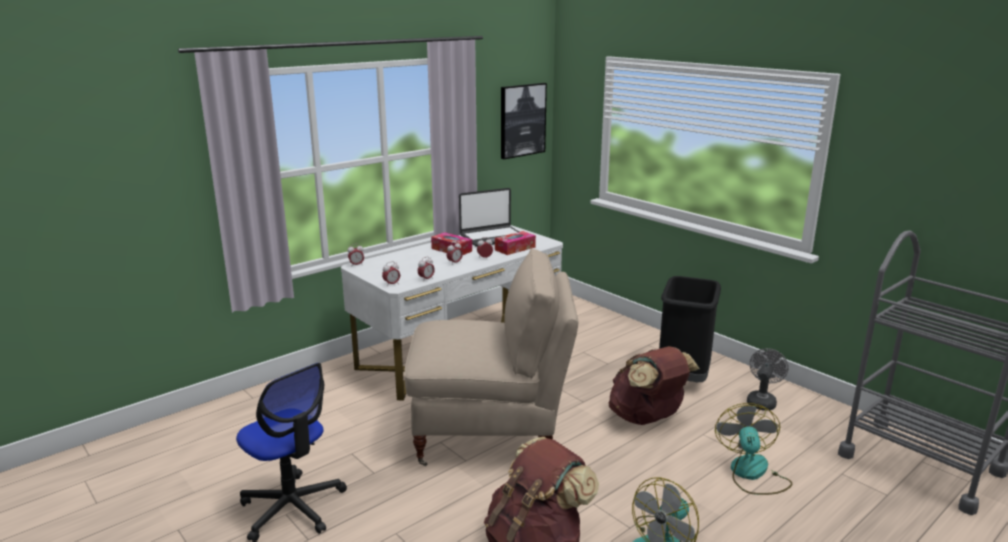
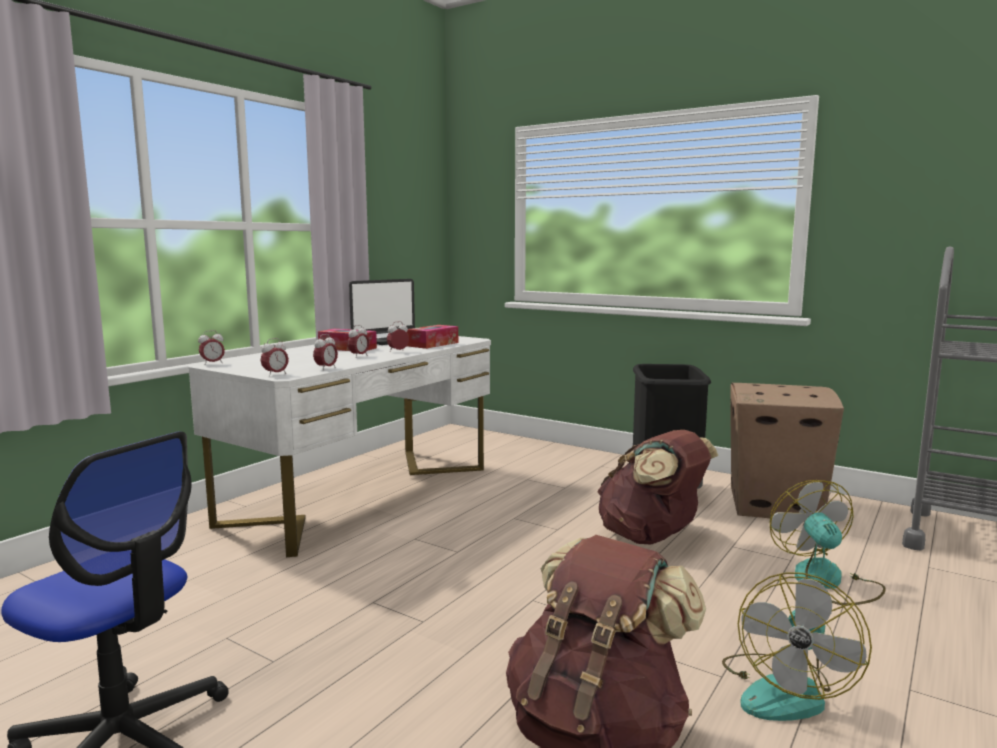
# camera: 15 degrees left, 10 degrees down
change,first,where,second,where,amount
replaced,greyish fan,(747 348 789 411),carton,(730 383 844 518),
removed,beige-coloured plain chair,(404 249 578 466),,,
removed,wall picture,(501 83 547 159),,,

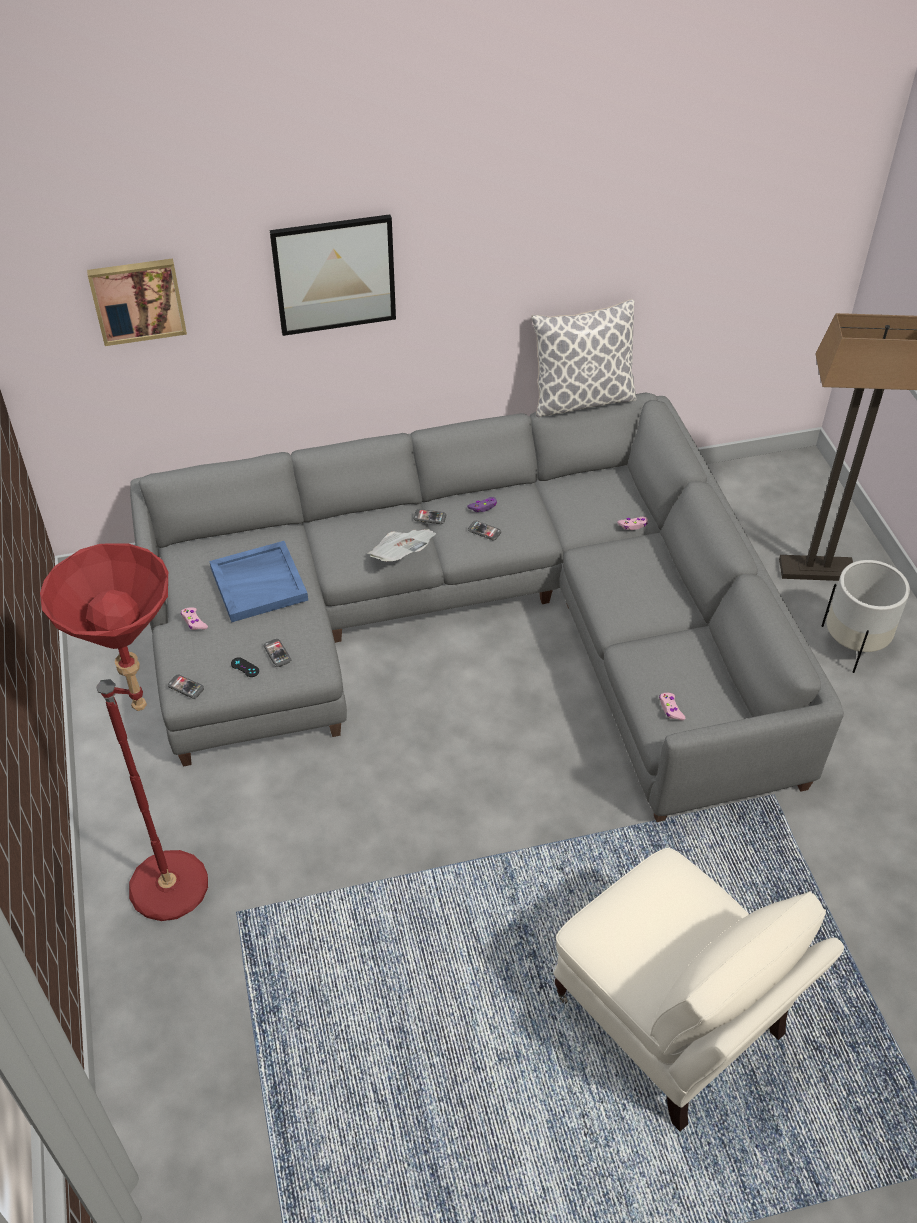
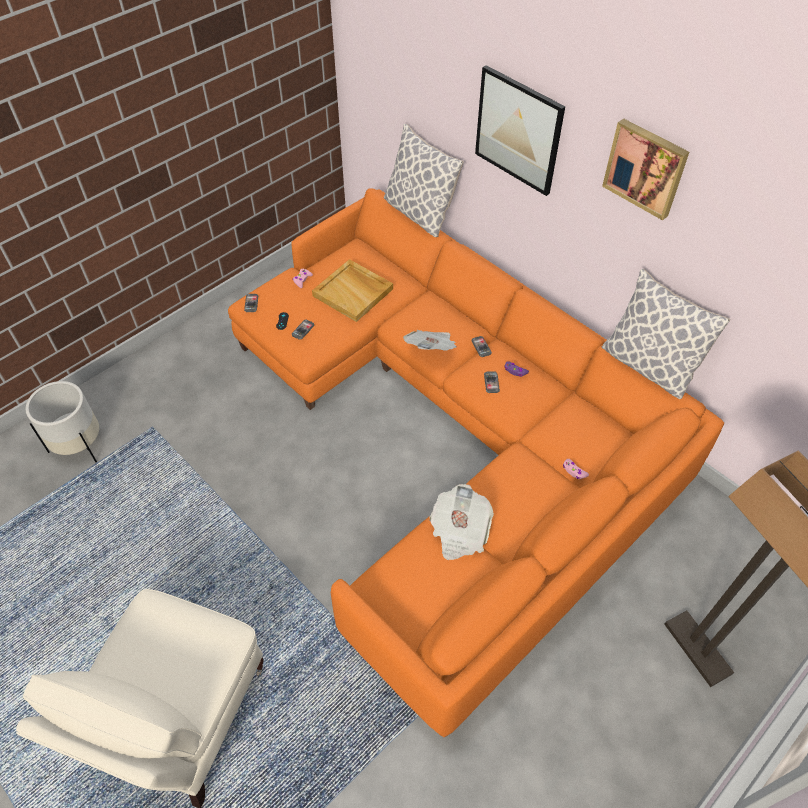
# camera: 60 degrees right, 5 degrees up
change,first,where,second,where,amount
moved,whitish planter,(822 560 910 673),,(25 381 99 462),
recoloured,greyish sofa,(130 392 844 822),orangey sofa,(228 188 724 737),
recoloured,blue-coloured carrying tray,(209 541 308 623),beige-coloured carrying tray,(312 259 393 322),
added,,,throw pillow,(384 124 464 237),
added,,,newspaper,(430 484 494 560),
moved,wall picture,(87 258 187 346),,(602 118 689 220),
removed,red floor lamp,(40 543 208 921),,,
removed,pink joypad,(659 693 685 720),,,

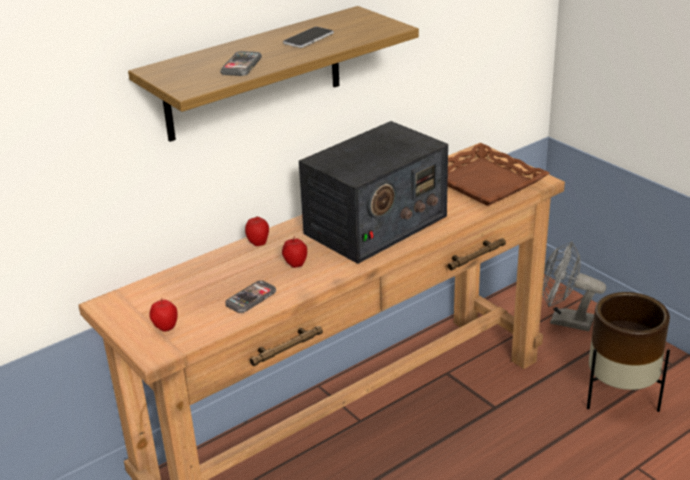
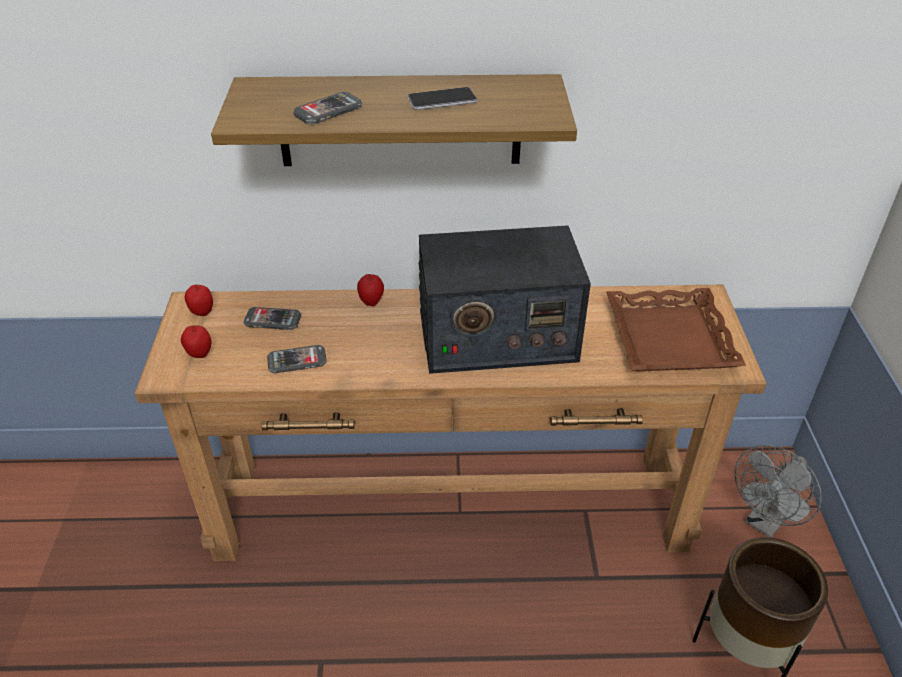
# camera: 35 degrees right, 10 degrees up
change,first,where,second,where,amount
moved,apple fruit,(282 236 307 268),,(185 284 213 316),
added,,,telephone,(243 307 301 330),
turned,greyish fan,(542 241 606 331),,(735 445 822 538),105 degrees counterclockwise

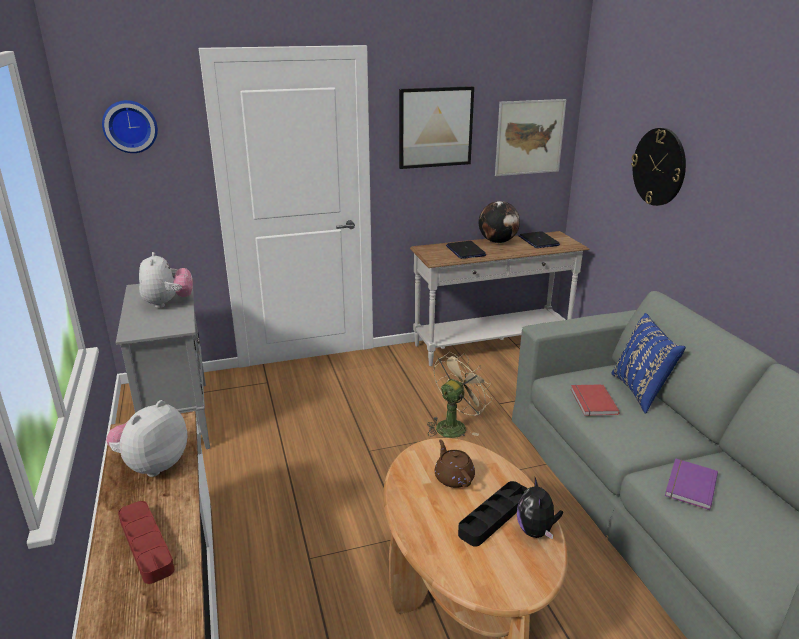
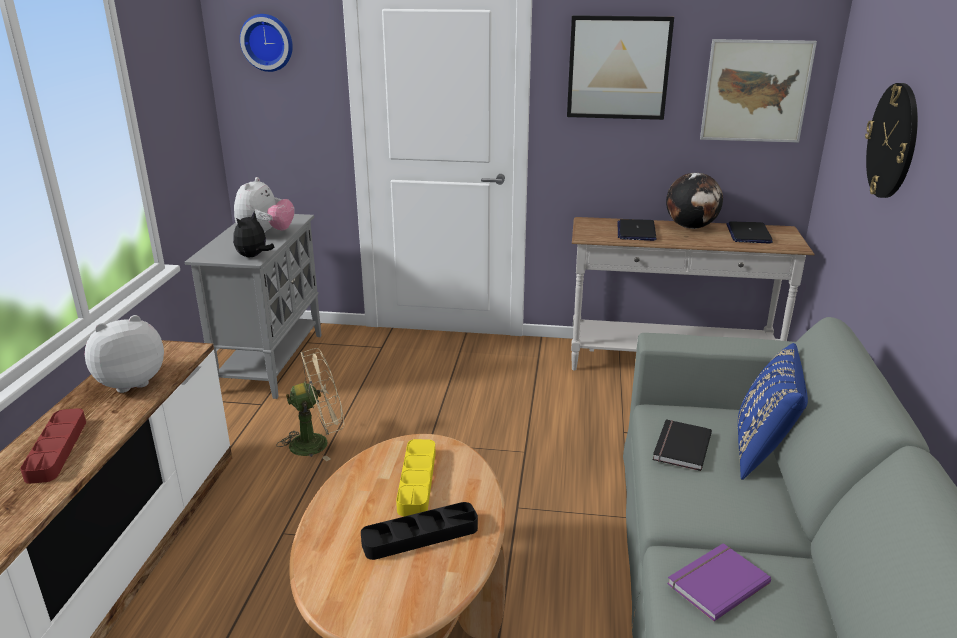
# camera: 25 degrees right, 0 degrees up
change,first,where,second,where,amount
moved,soft toy,(517 477 563 540),,(233 211 274 257),
moved,beige-coloured fan,(427 352 492 438),,(277 348 344 461),
replaced,brownish teapot,(435 439 475 488),yellow-coloured carrying tray,(396 439 436 516),
recoloured,red bound book,(571 384 620 416),blackish bound book,(652 419 712 471),

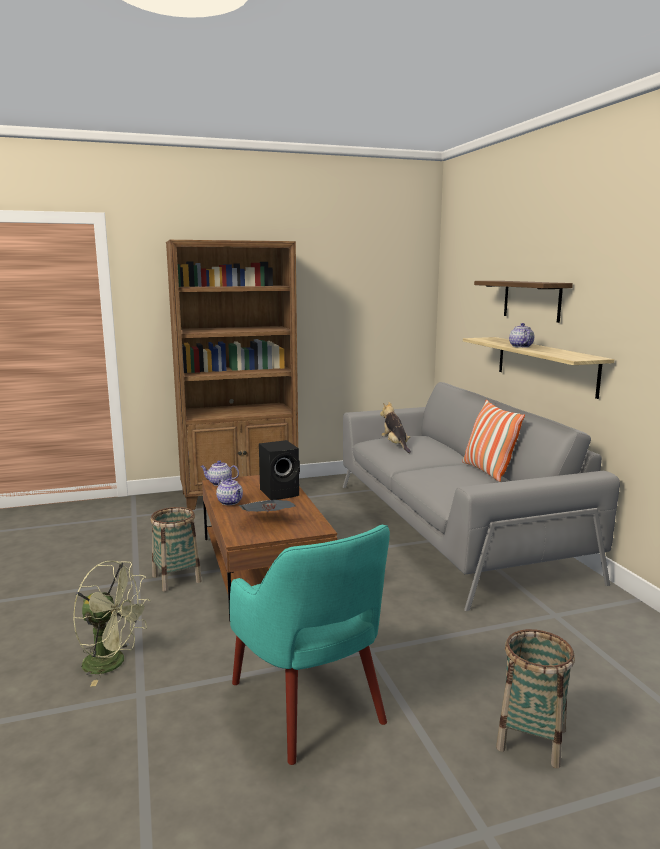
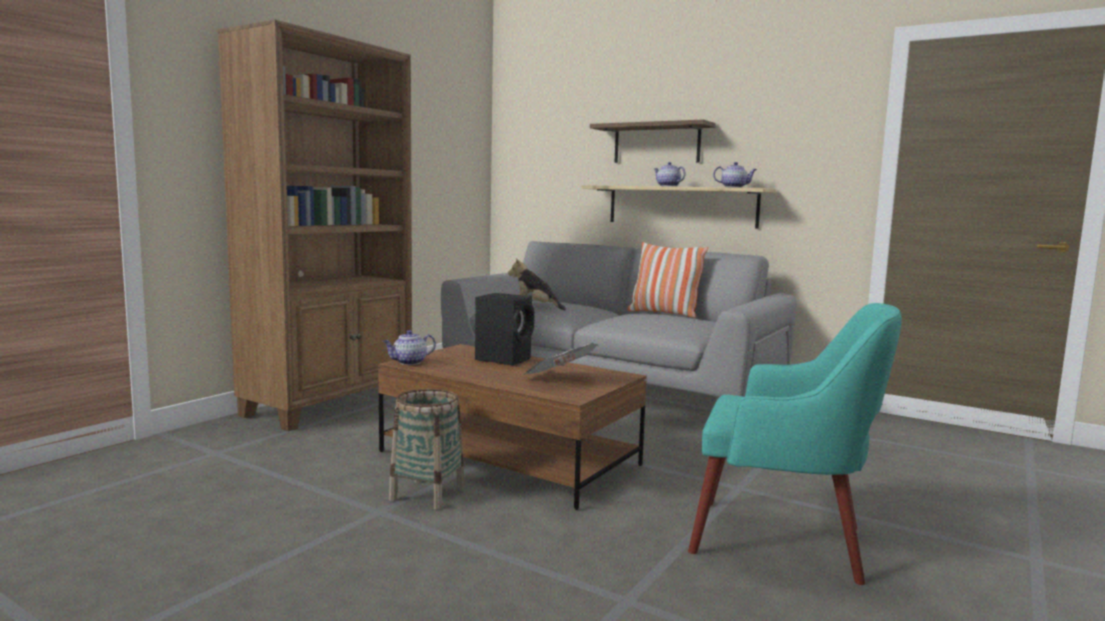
# camera: 40 degrees left, 5 degrees down
change,first,where,second,where,amount
moved,teapot,(216 478 243 505),,(713 162 757 188),
removed,greenish fan,(73 561 151 687),,,
removed,storage basket,(496 629 575 768),,,

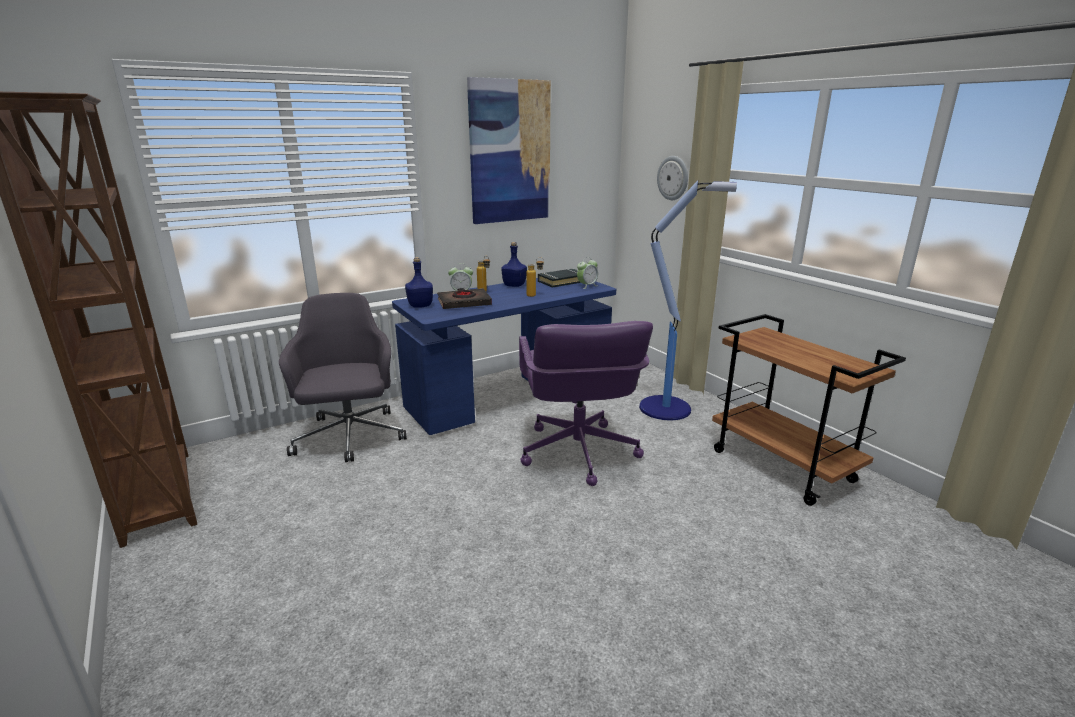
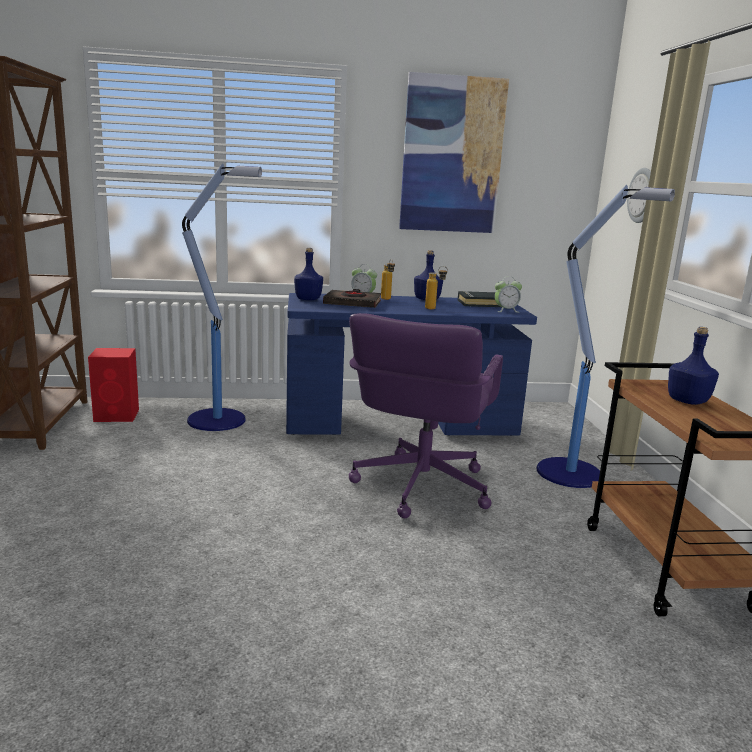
# camera: 25 degrees right, 5 degrees down
change,first,where,second,where,amount
added,,,red audio speaker,(88 348 139 422),
replaced,greyish office chair,(279 293 407 462),floor lamp,(182 163 262 431),
added,,,blue-coloured drink bottle,(668 327 719 405),

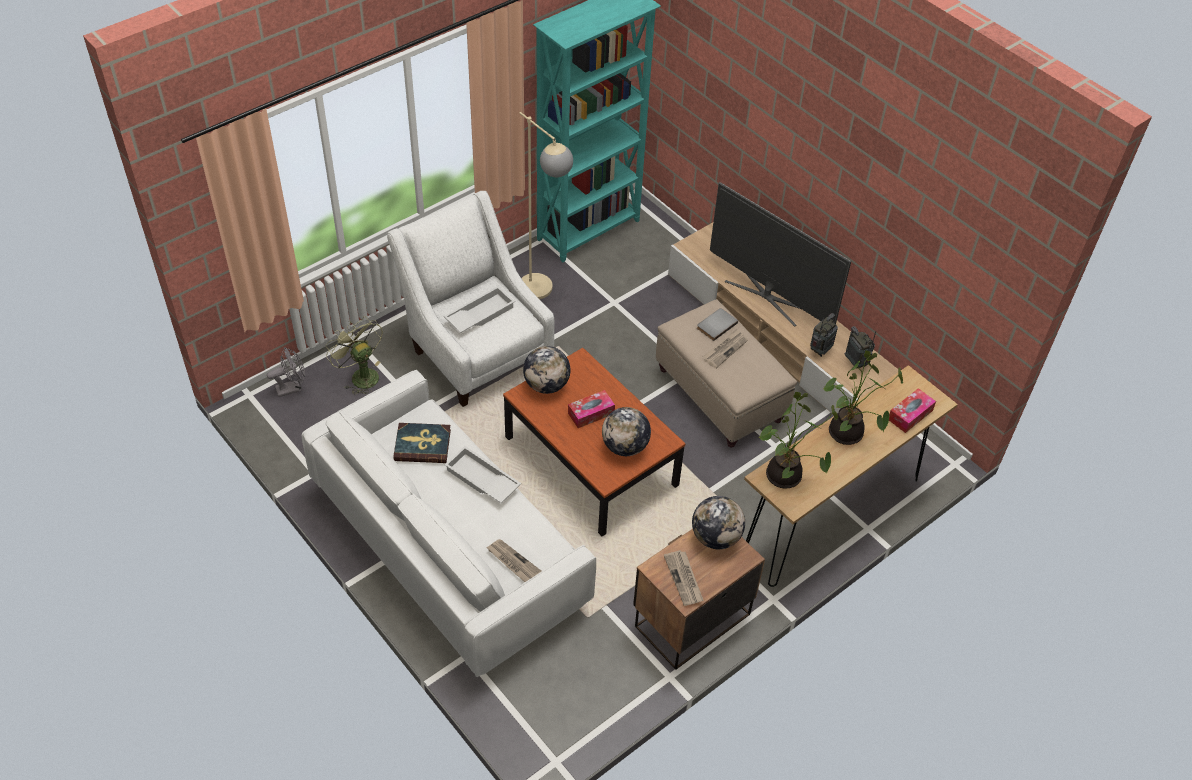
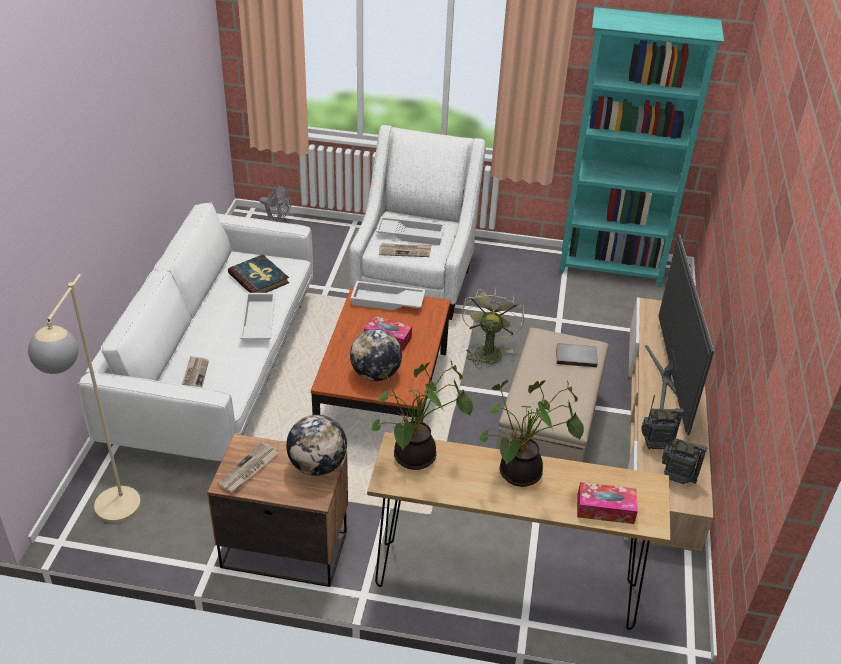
# camera: 50 degrees right, 10 degrees down
change,first,where,second,where,amount
moved,beige-coloured floor lamp,(520 112 573 299),,(28 274 141 523),
replaced,globe,(523 346 571 394),whitish carrying tray,(350 281 426 310),
moved,newspaper,(703 329 748 368),,(379 243 432 257),
moved,greenish fan,(325 316 383 395),,(462 288 524 368),
turned,radio,(844 326 876 368),,(662 423 707 484),90 degrees clockwise

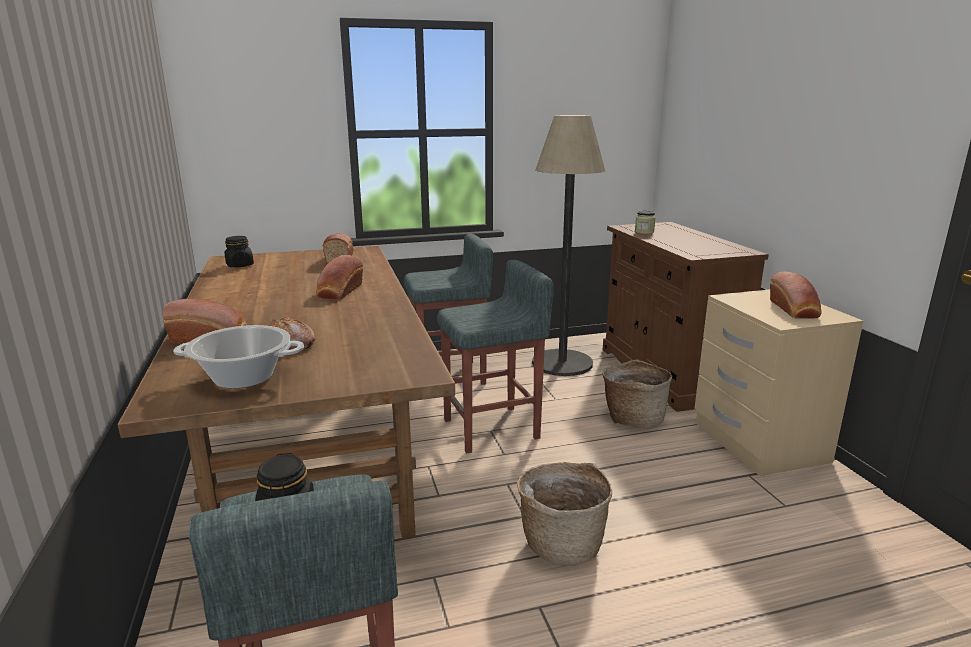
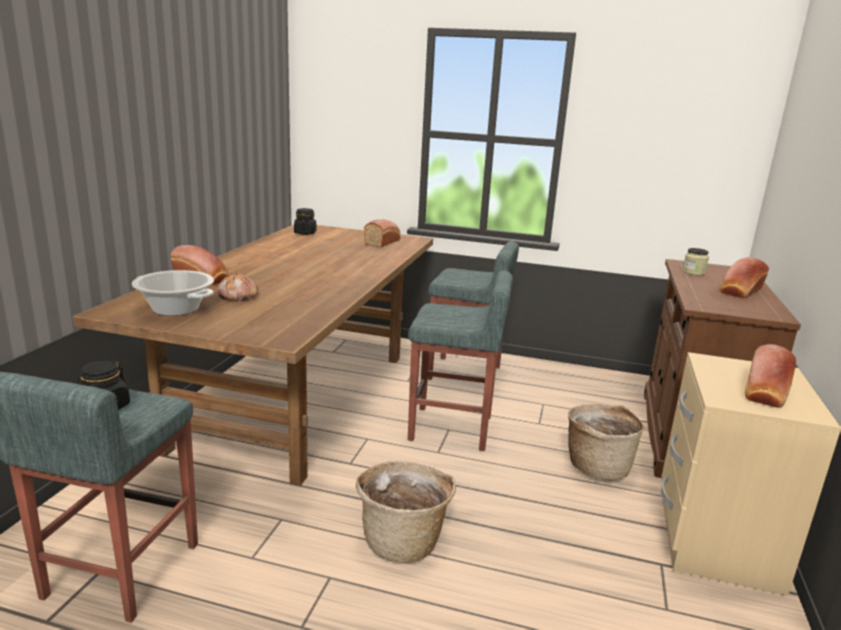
# camera: 30 degrees right, 0 degrees up
change,first,where,second,where,amount
moved,bakery bread,(316 255 363 300),,(720 257 769 298),
removed,floor lamp,(532 115 606 376),,,

